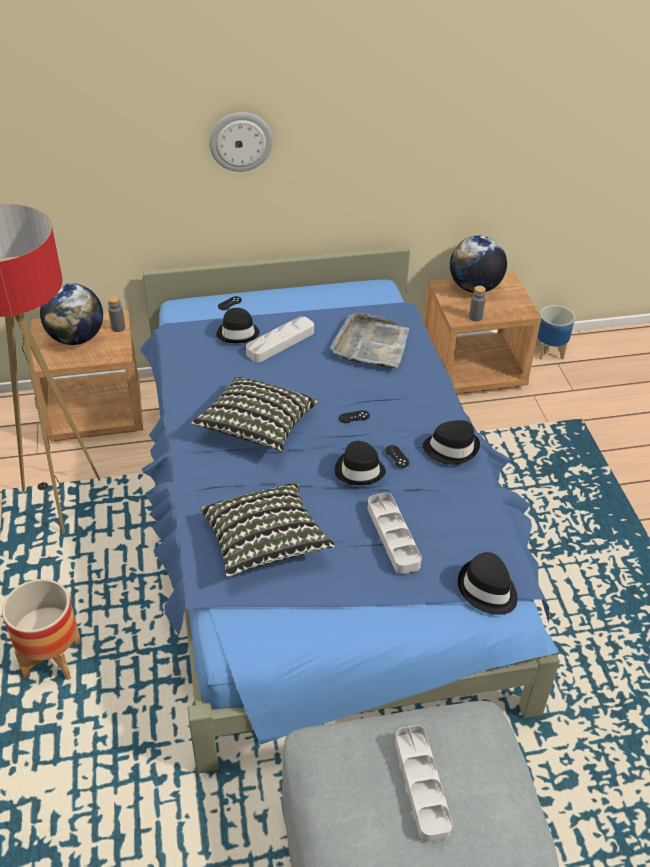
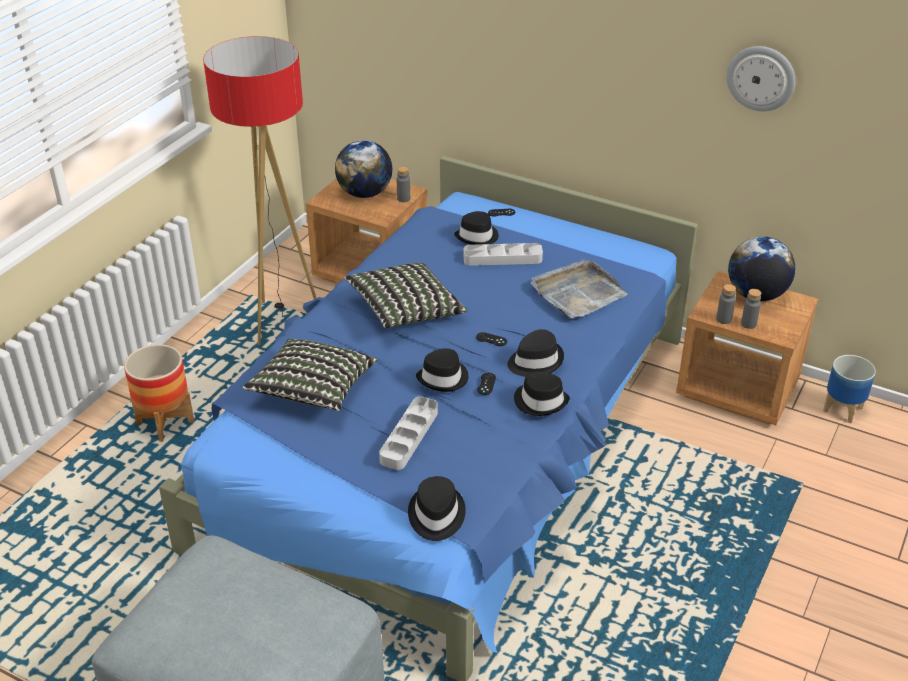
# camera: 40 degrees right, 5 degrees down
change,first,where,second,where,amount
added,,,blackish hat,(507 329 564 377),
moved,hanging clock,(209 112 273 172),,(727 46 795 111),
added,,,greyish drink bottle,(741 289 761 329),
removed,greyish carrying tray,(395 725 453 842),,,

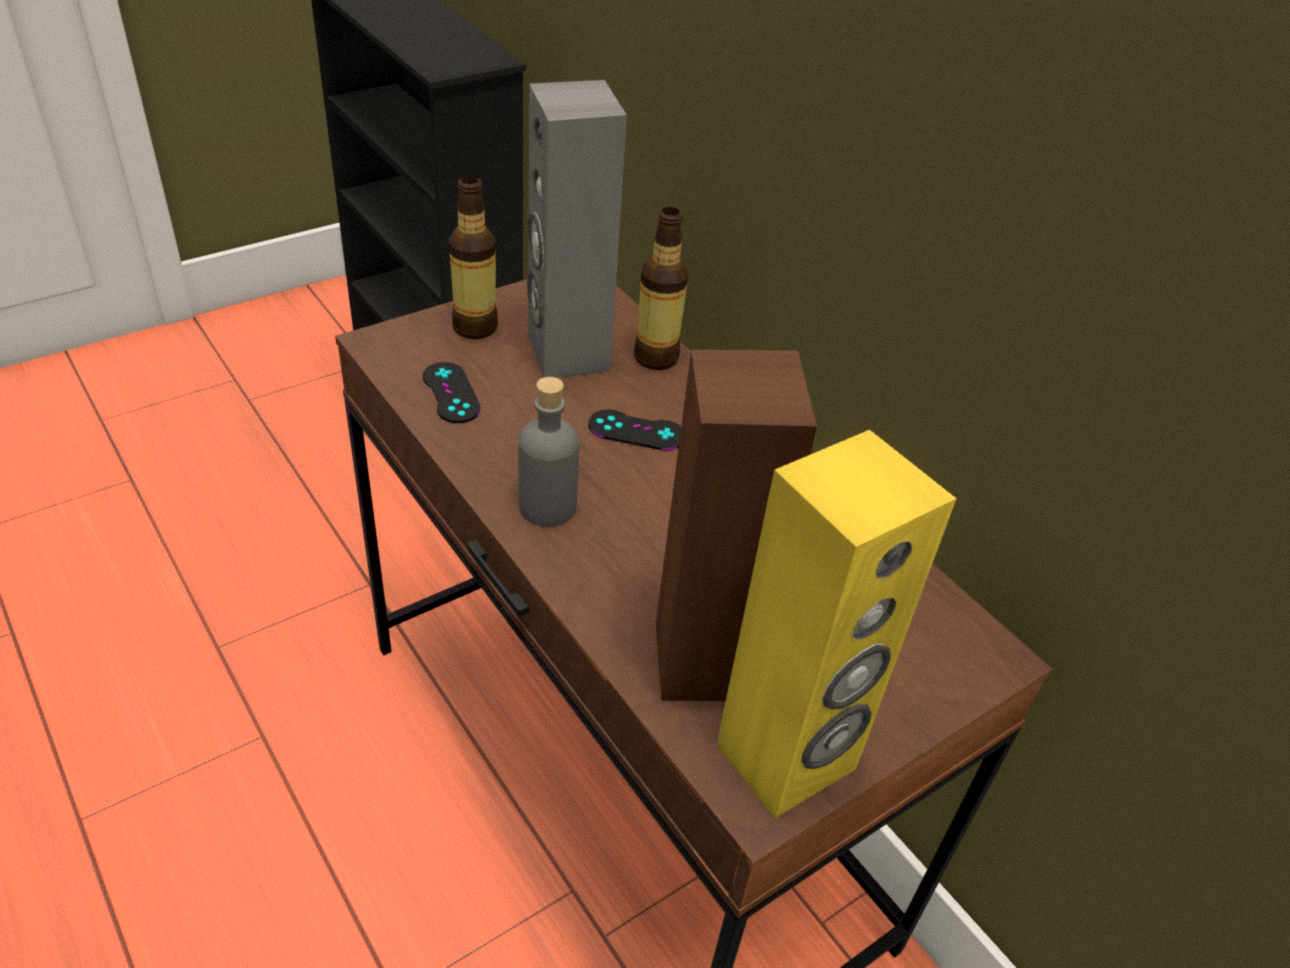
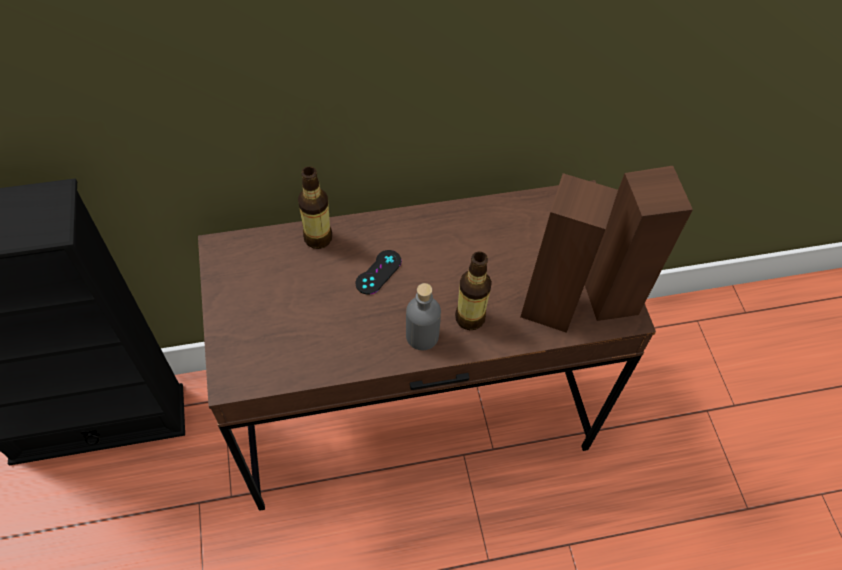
# camera: 65 degrees left, 15 degrees up
change,first,where,second,where,amount
moved,drink bottle,(449 176 498 339),,(455 252 492 330),
recoloured,yellow-coloured audio speaker,(716 430 957 818),brownish audio speaker,(585 166 693 321),
removed,blackish joypad,(423 362 481 423),,,
removed,greyish audio speaker,(527 80 627 378),,,

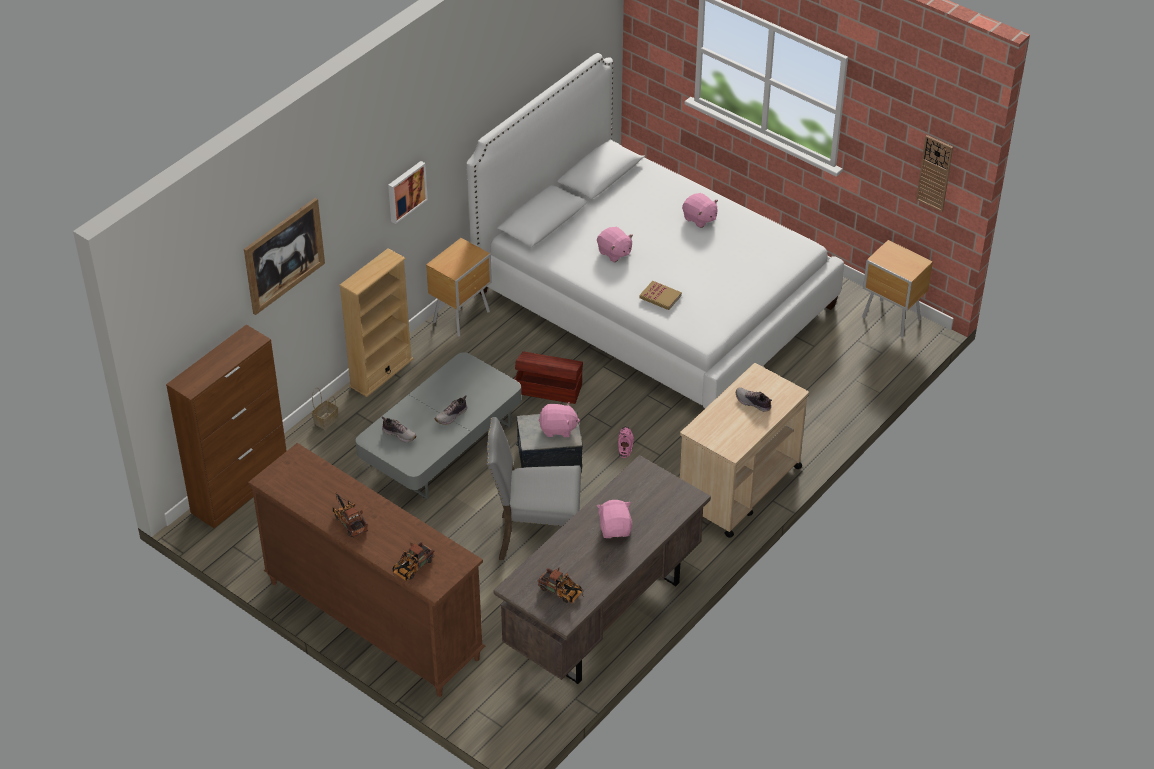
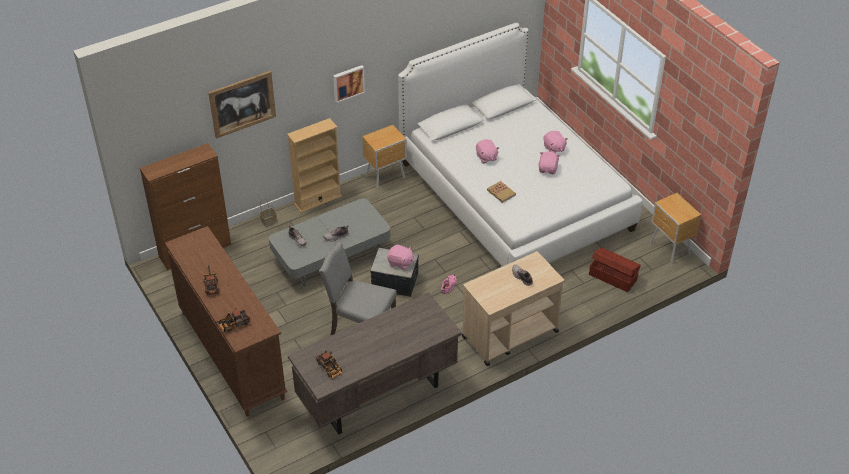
# camera: 20 degrees right, 0 degrees up
change,first,where,second,where,amount
moved,pink soft toy,(597 500 632 538),,(538 151 560 174),
moved,brownish storage bin,(514 351 583 404),,(589 247 641 292),
removed,hanging clock,(916 135 953 212),,,

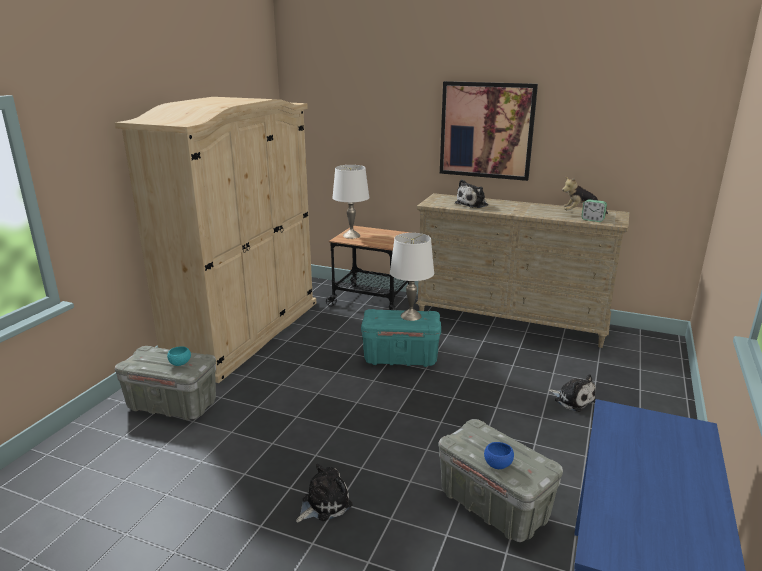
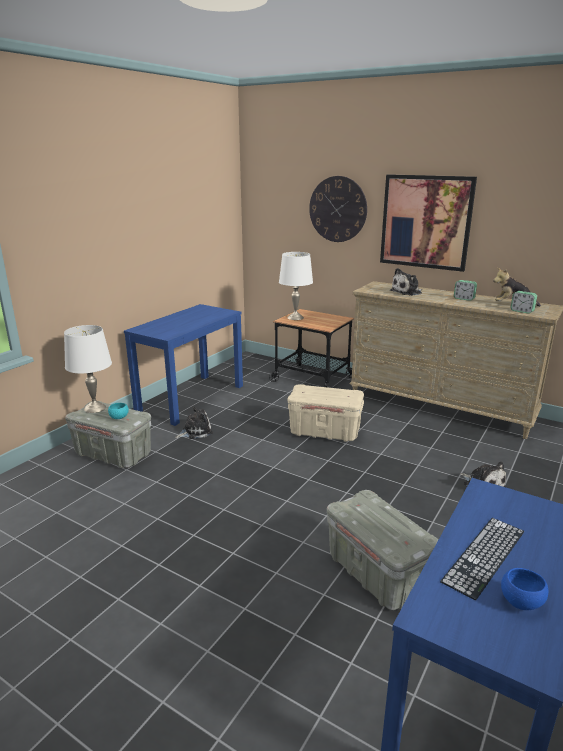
# camera: 10 degrees right, 0 degrees up
change,first,where,second,where,amount
moved,whitish lamp for a table,(390 233 434 321),,(64 325 112 413),
replaced,beige-coloured wardrobe,(115 97 316 383),blue-coloured hall table,(124 304 243 426),
moved,soft toy,(296 464 353 523),,(175 407 213 439),
recoloured,blue-green storage bin,(361 309 441 367),beige-coloured storage bin,(287 384 364 442),
added,,,hanging clock,(309 176 367 242),
added,,,computer keyboard,(440 518 524 600),
added,,,alarm clock,(454 280 477 301),
moved,blue-coloured deep dish,(484 442 514 469),,(501 568 548 610),

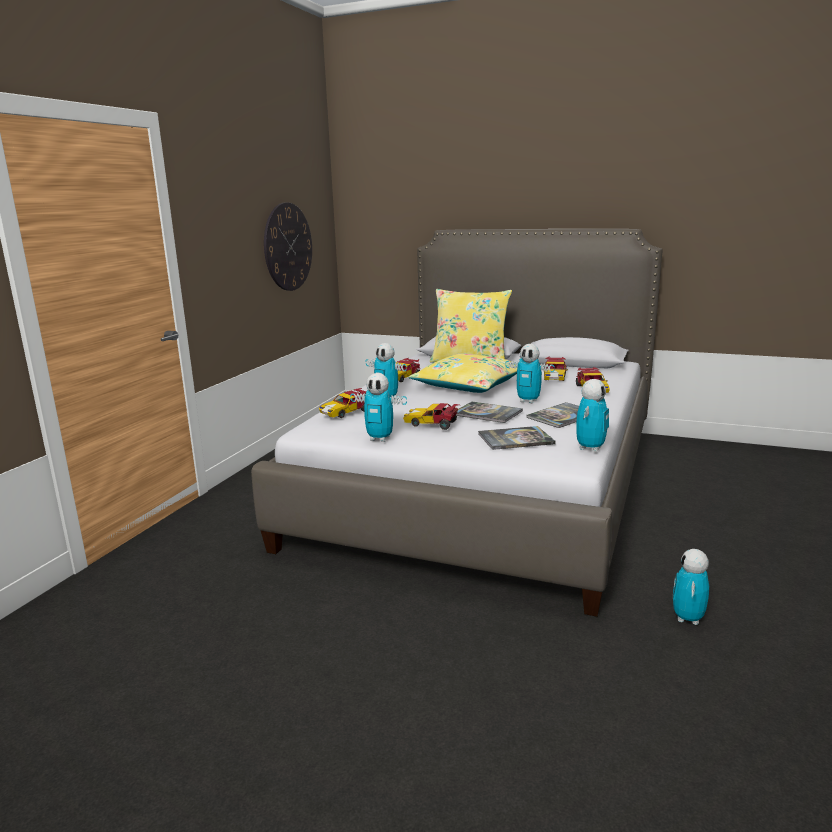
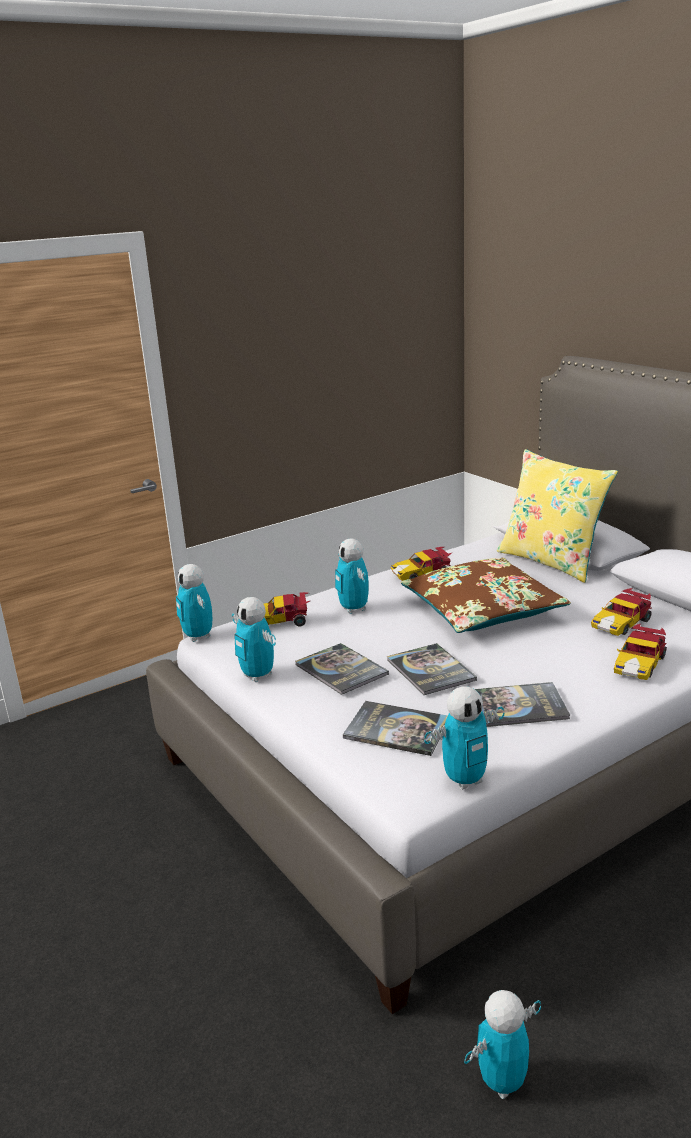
# camera: 35 degrees right, 5 degrees up
change,first,where,second,where,amount
moved,toy robot,(505 344 555 403),,(176 564 213 642),
replaced,miniature car,(403 403 459 430),bound book,(295 643 389 695),
recoloured,yellow-coloured throw pillow,(409 354 517 393),brownish throw pillow,(401 558 571 633),
removed,hanging clock,(264 202 312 291),,,

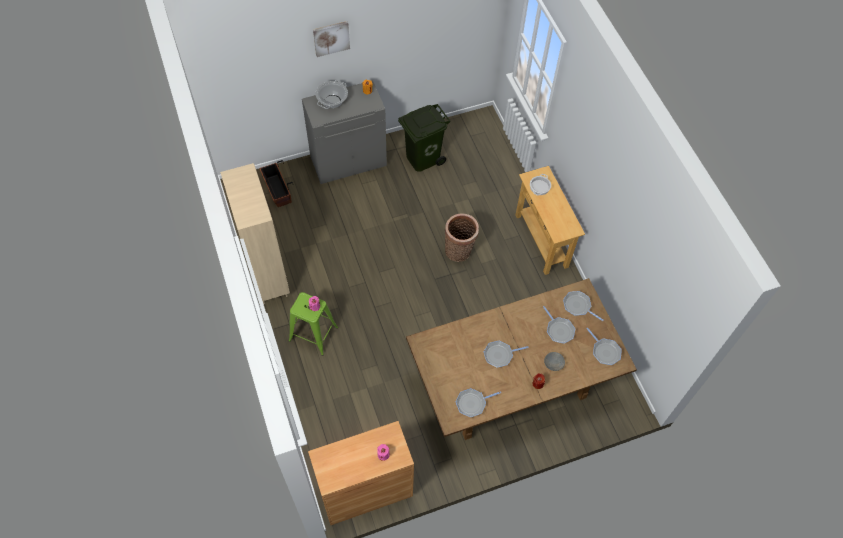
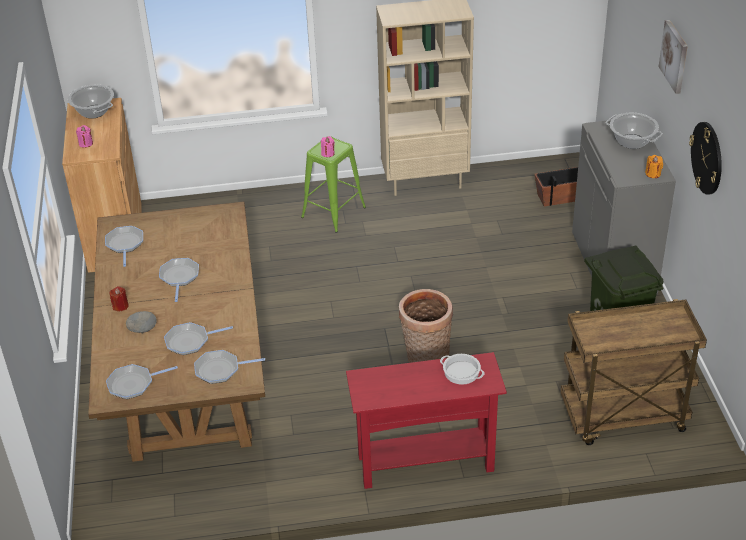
# camera: 105 degrees right, 20 degrees down
change,first,where,second,where,amount
added,,,saucepot,(68 85 114 119),
turned,pan,(563 291 603 321),,(194 350 265 384),150 degrees counterclockwise
recoloured,beige-coloured hall table,(515 166 585 275),red hall table,(346 352 507 489),
added,,,brownish trolley,(560 299 707 445),
added,,,hanging clock,(689 122 722 195),

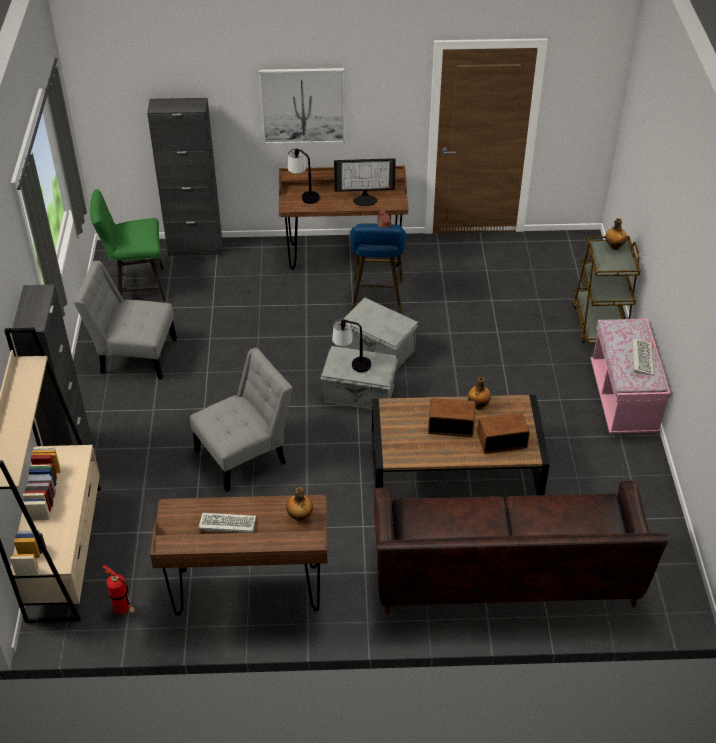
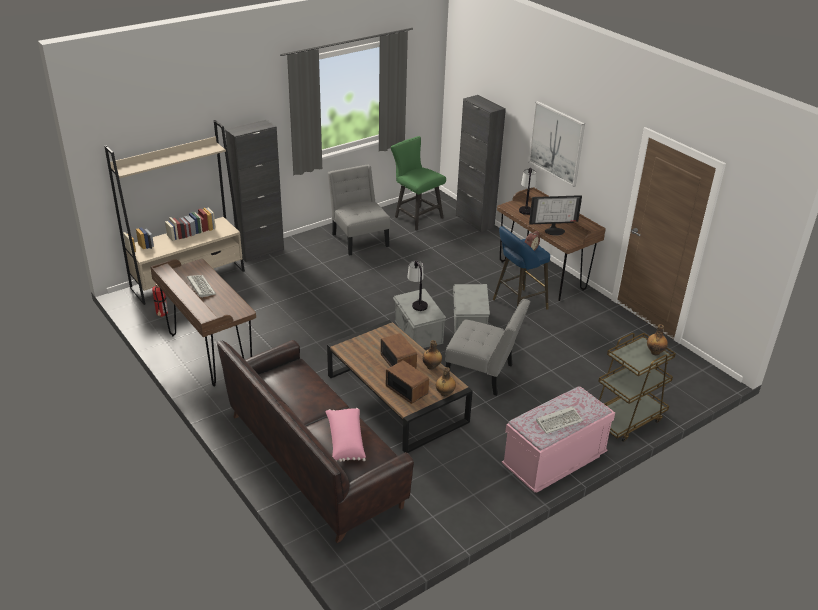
# camera: 55 degrees right, 10 degrees down
change,first,where,second,where,amount
added,,,pink throw pillow,(325 408 366 462),
moved,drink bottle,(286 487 313 521),,(436 367 456 397),
moved,greyish plain chair,(190 348 293 492),,(445 299 530 396),
turned,computer display,(334 158 396 207),,(529 195 582 236),60 degrees counterclockwise

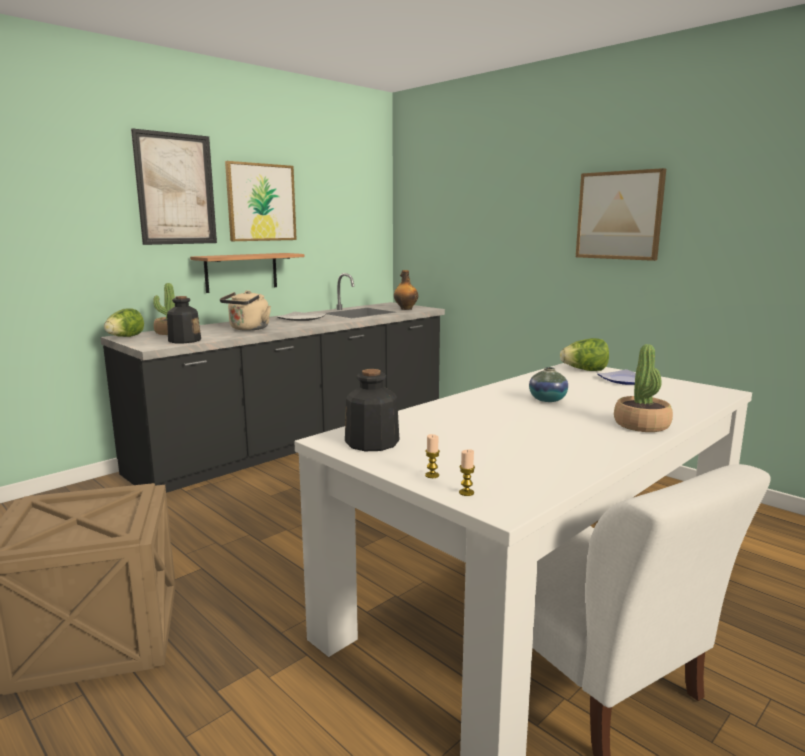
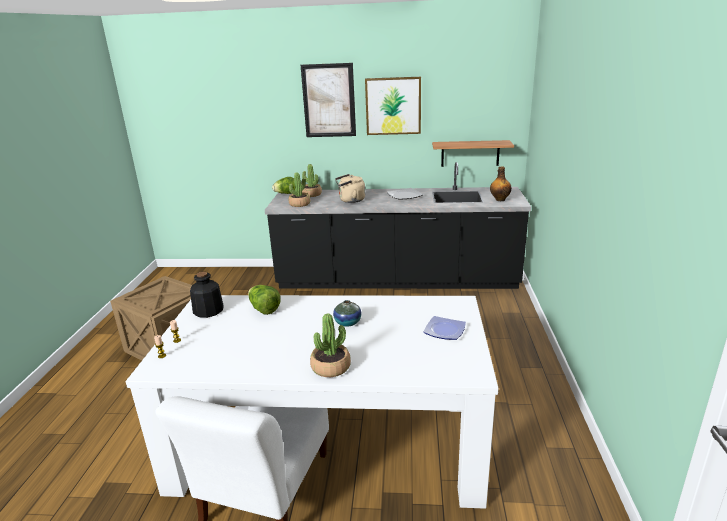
# camera: 50 degrees right, 10 degrees up
change,first,where,second,where,amount
moved,head of lettuce,(560 338 609 371),,(248 285 281 315),
replaced,drink bottle,(167 296 201 343),plant in a pot,(289 172 310 207),
moved,wall shelf,(190 253 304 293),,(432 140 514 167),
removed,wall picture,(576 168 666 261),,,

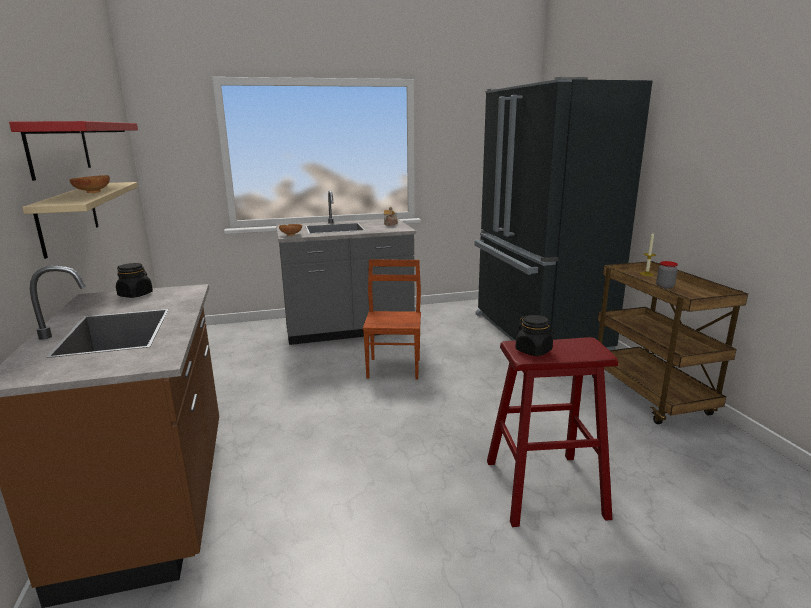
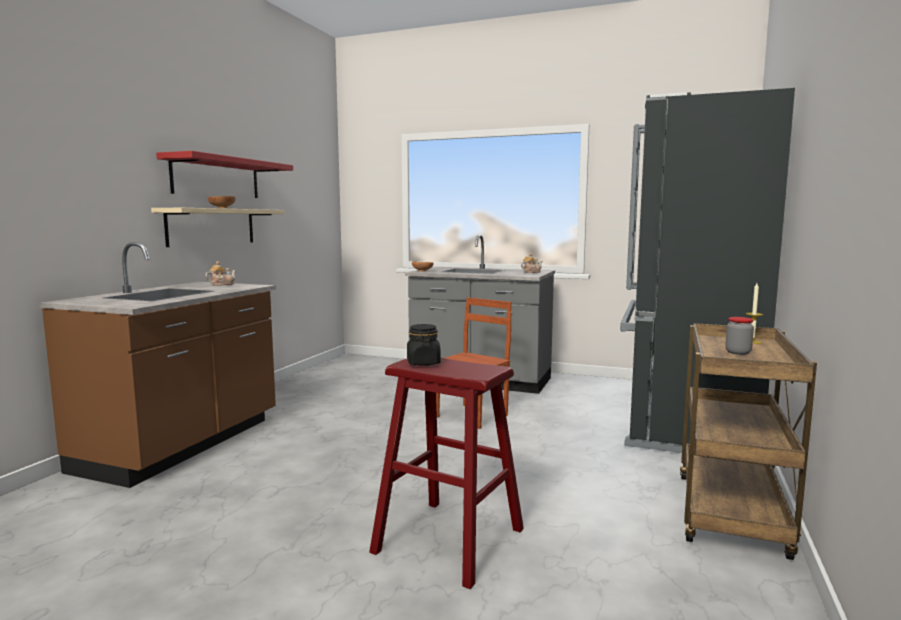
# camera: 35 degrees right, 10 degrees down
change,first,where,second,where,amount
replaced,blackish storage jar,(116 263 153 298),teapot,(205 261 237 286),

